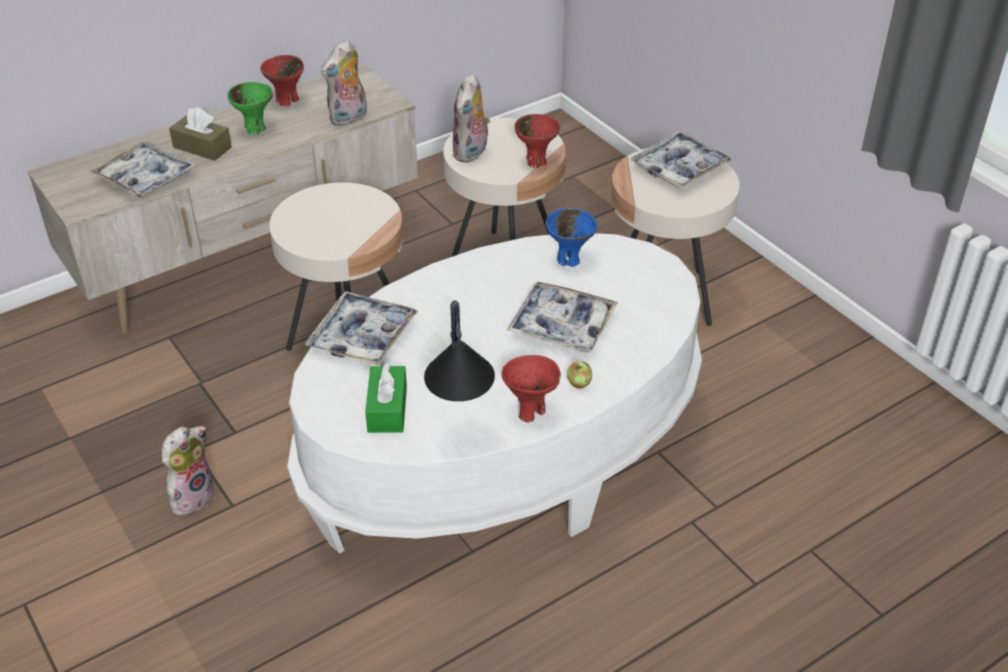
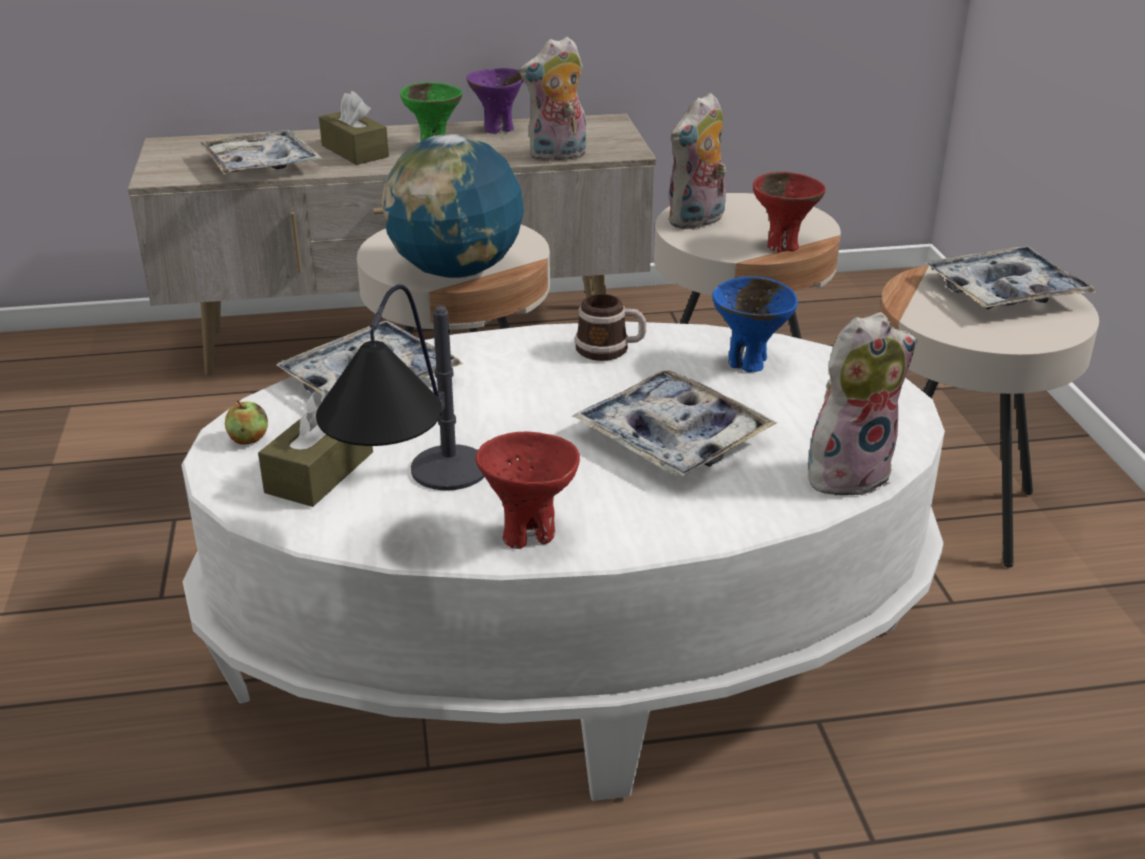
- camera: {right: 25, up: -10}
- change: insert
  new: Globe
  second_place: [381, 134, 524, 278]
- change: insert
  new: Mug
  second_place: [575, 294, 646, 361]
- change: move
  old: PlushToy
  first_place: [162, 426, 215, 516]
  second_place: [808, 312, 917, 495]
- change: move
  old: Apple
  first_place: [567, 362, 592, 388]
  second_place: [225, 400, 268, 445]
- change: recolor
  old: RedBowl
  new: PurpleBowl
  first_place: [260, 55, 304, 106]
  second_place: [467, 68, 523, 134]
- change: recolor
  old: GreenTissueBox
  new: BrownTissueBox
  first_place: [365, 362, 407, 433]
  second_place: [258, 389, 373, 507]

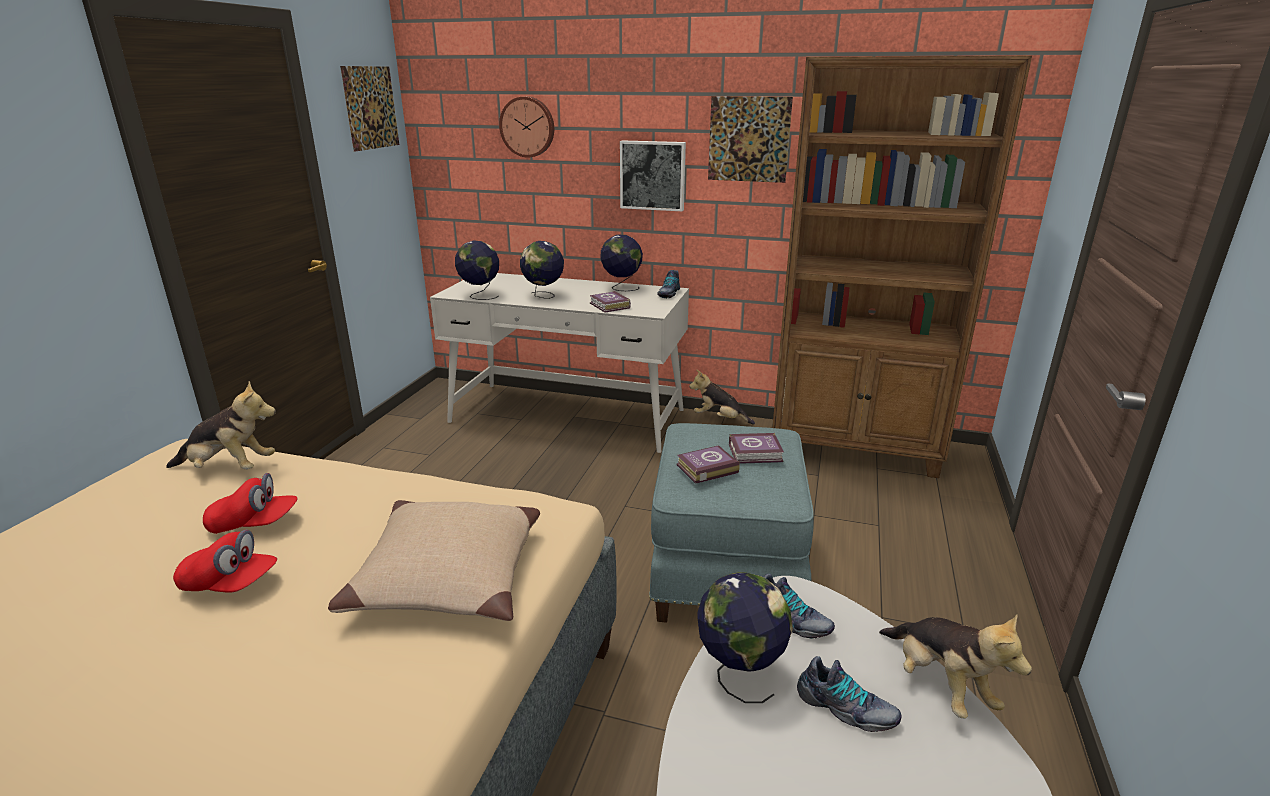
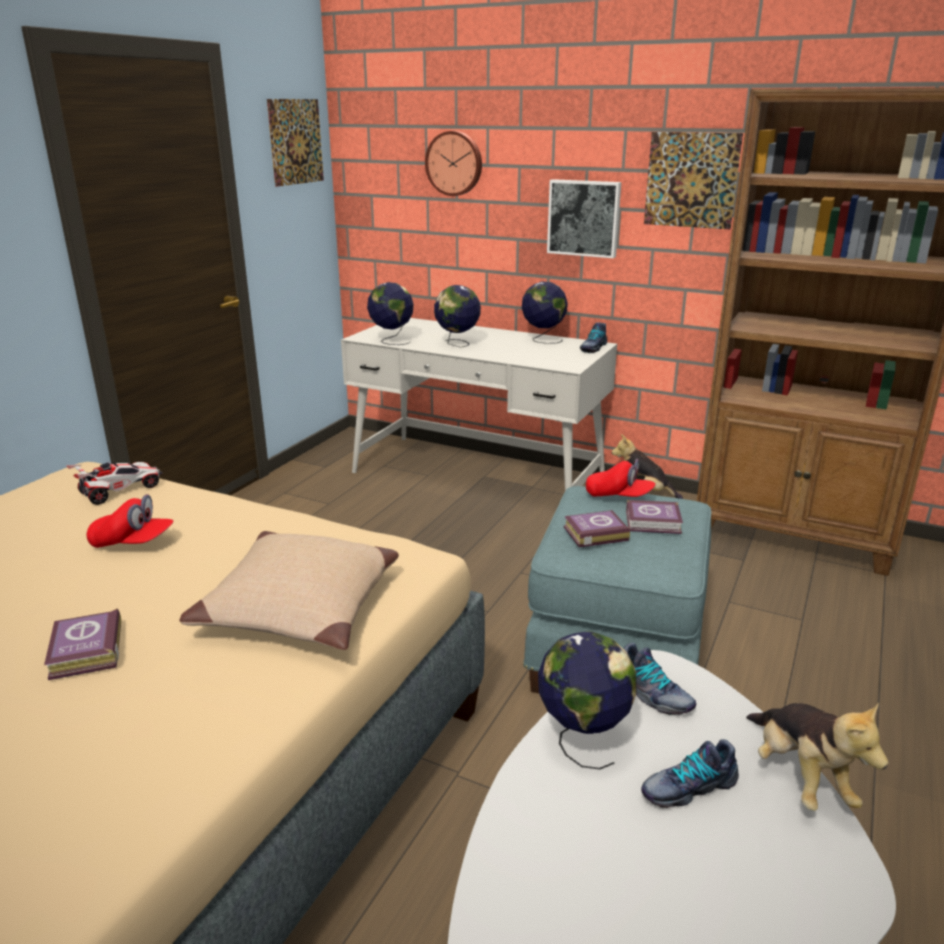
- camera: {right: 10, up: 0}
- change: move
  old: RedCap
  first_place: [173, 530, 277, 592]
  second_place: [586, 459, 655, 497]
- change: move
  old: Book
  first_place: [590, 291, 631, 312]
  second_place: [44, 608, 121, 680]
- change: replace
  old: PlushToy
  new: ToyCar
  first_place: [166, 381, 276, 469]
  second_place: [66, 462, 162, 505]
- change: rotate
  old: Shoe
  first_place: [797, 656, 902, 732]
  second_place: [641, 739, 739, 808]
  degrees: 120

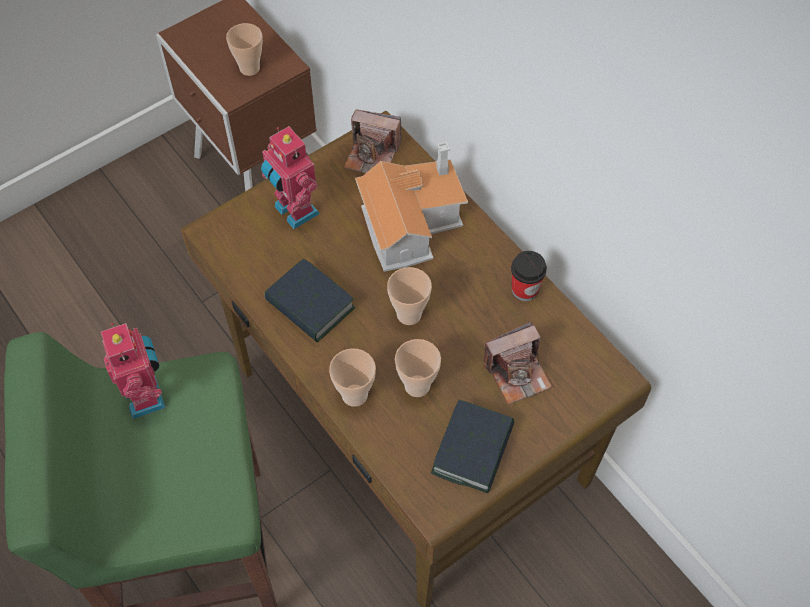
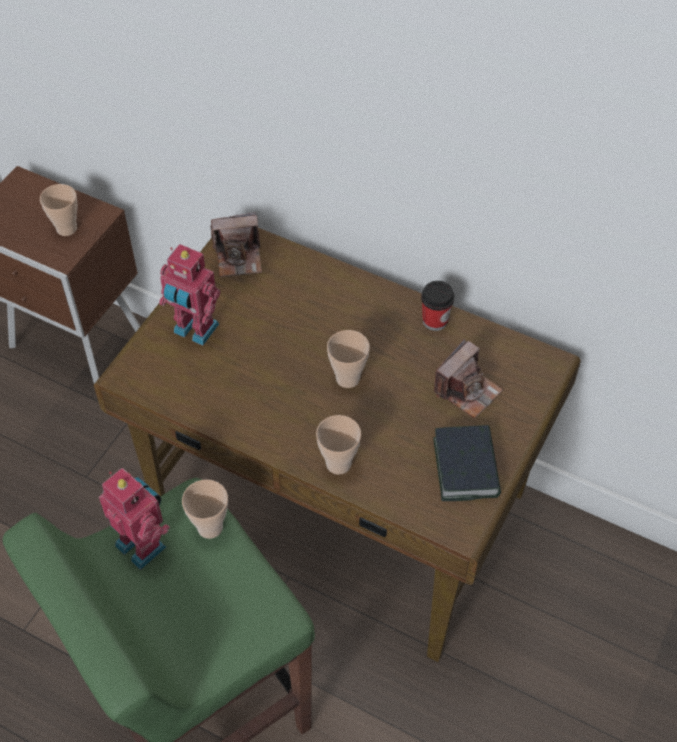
- camera: {right: -25, up: -5}
- change: delete
  old: Book
  first_place: [264, 259, 355, 342]
- change: delete
  old: ToyHouse
  first_place: [355, 142, 468, 272]
- change: move
  old: Cup
  first_place: [395, 339, 441, 397]
  second_place: [182, 480, 228, 539]

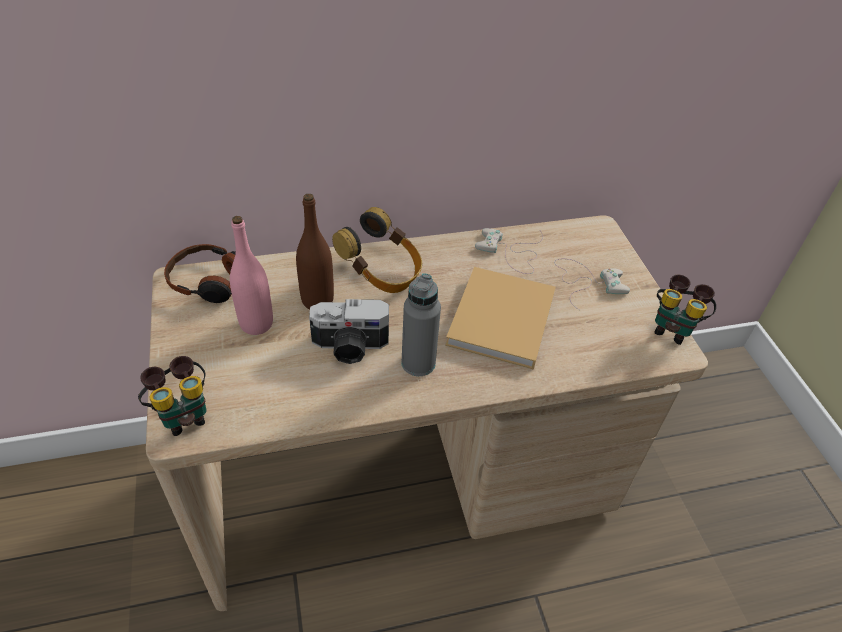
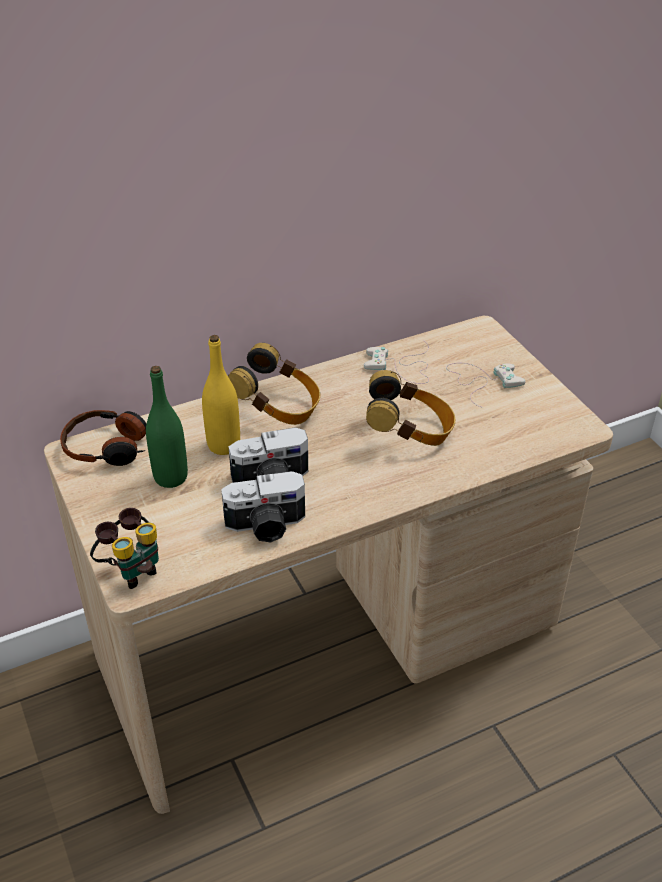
- camera: {right: -10, up: -5}
- change: delete
  old: GreyBottle
  first_place: [401, 273, 441, 376]
- change: delete
  old: Binoculars
  first_place: [654, 275, 716, 345]
- change: insert
  new: PhotoCamera
  second_place: [221, 471, 305, 542]
- change: replace
  old: BeigeBook
  new: Headphones
  first_place: [445, 267, 556, 370]
  second_place: [366, 370, 455, 446]
- change: recolor
  old: PinkBottle
  new: GreenBottle
  first_place: [230, 216, 273, 335]
  second_place: [146, 366, 188, 488]
- change: recolor
  old: BrownBottle
  new: YellowBottle
  first_place: [296, 194, 334, 310]
  second_place: [202, 335, 240, 455]

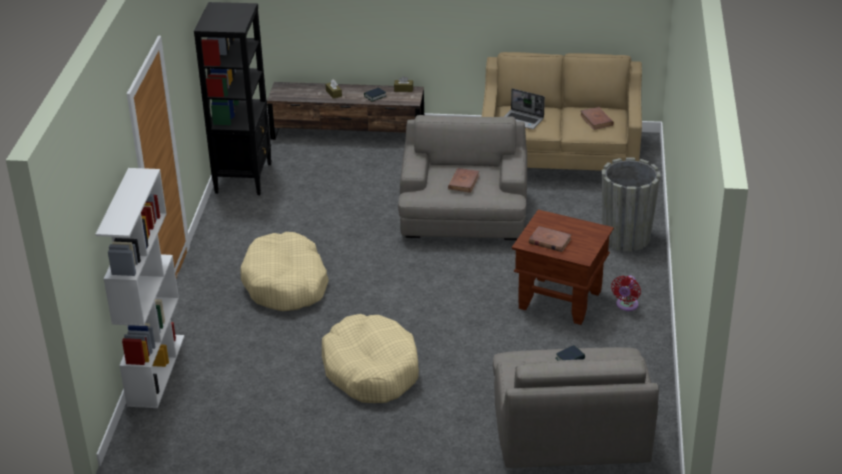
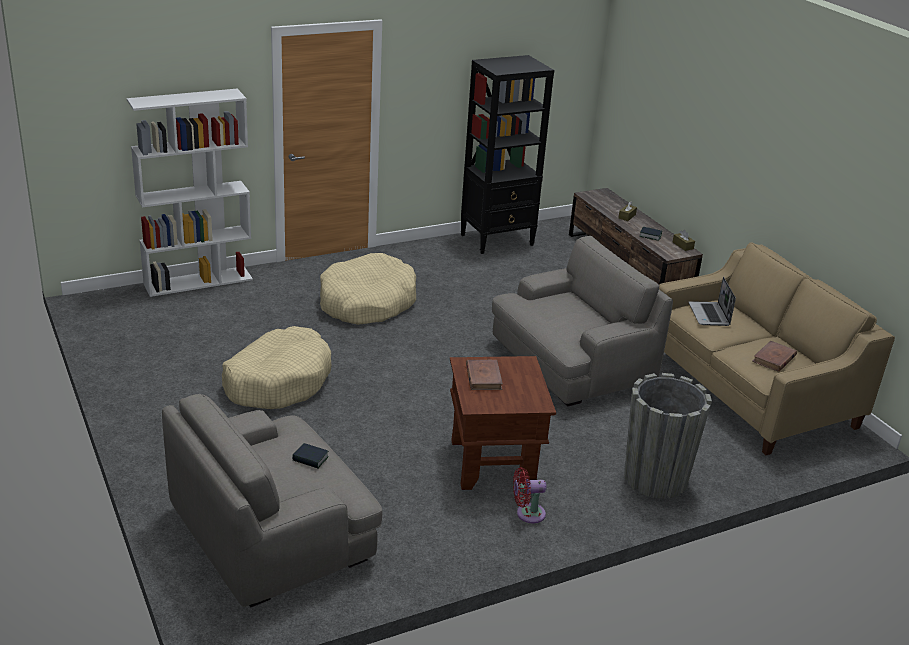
- camera: {right: 55, up: -5}
- change: delete
  old: BrownBook
  first_place: [448, 168, 480, 193]

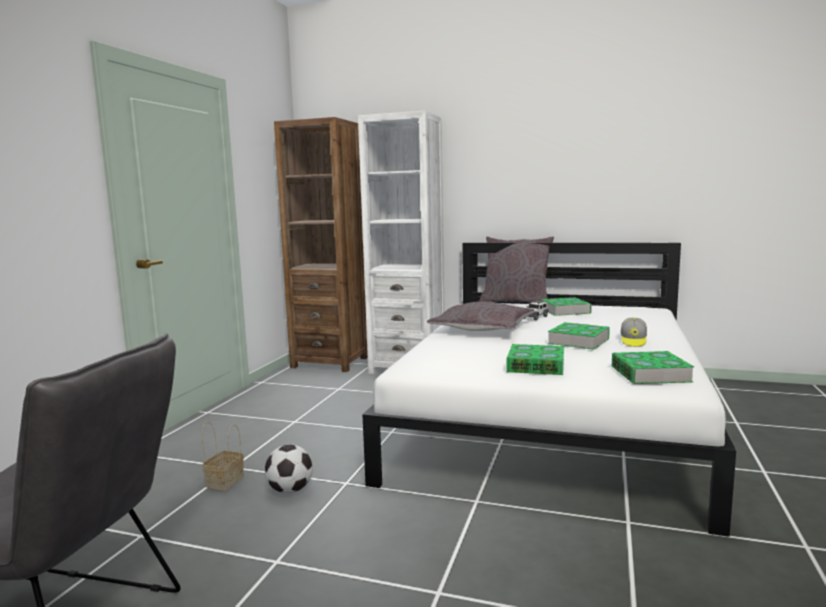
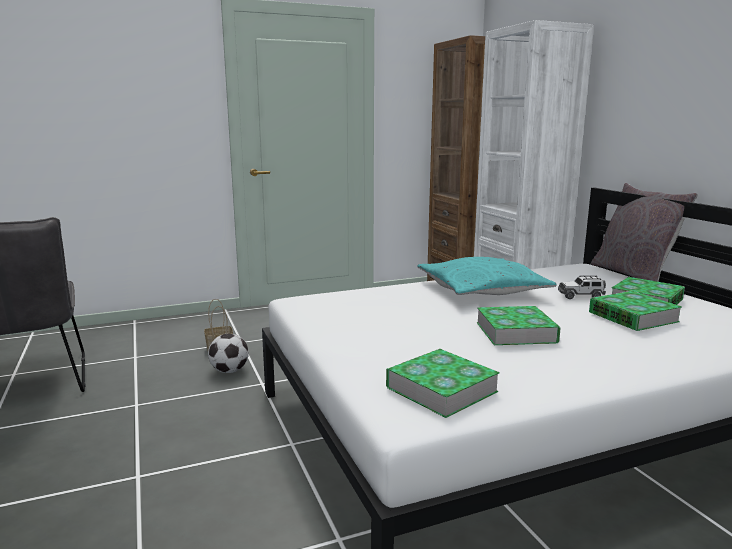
- camera: {right: 50, up: 5}
- change: delete
  old: Cap
  first_place: [621, 318, 647, 347]
- change: move
  old: Book
  first_place: [506, 344, 564, 375]
  second_place: [589, 291, 682, 331]
- change: recolor
  old: GreyPillow
  new: TurquoisePillow
  first_place: [427, 301, 534, 331]
  second_place: [418, 257, 557, 295]

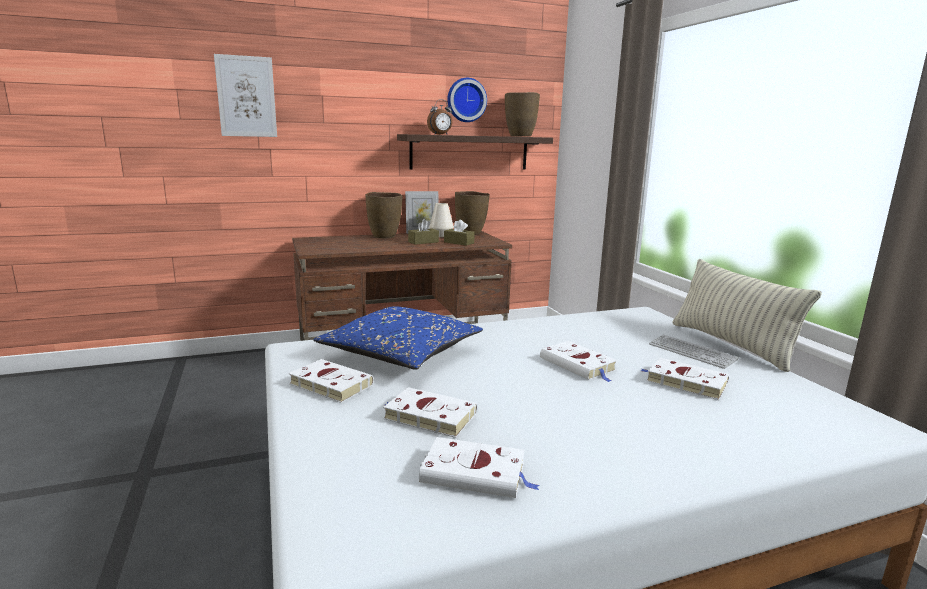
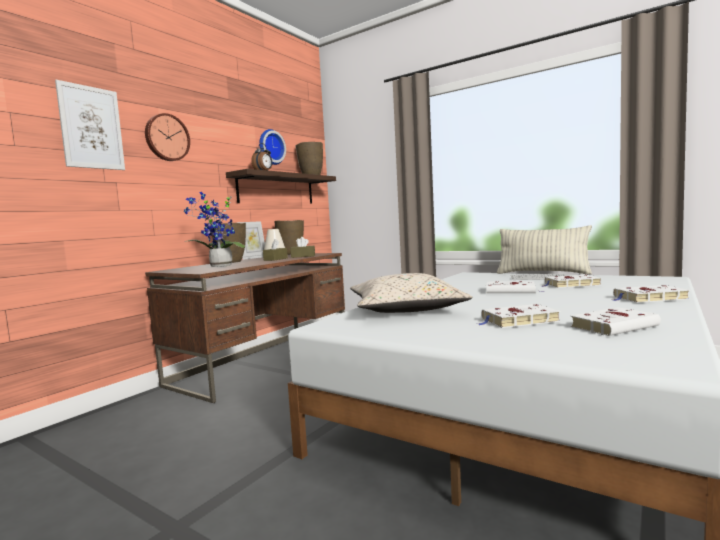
- camera: {right: -35, up: -10}
- change: insert
  new: WallClock
  second_place: [145, 113, 190, 161]
- change: insert
  new: PottedPlant
  second_place: [184, 192, 245, 267]
- change: move
  old: WhiteBook
  first_place: [288, 359, 374, 403]
  second_place: [613, 285, 690, 303]
- change: recolor
  old: BluePillow
  new: BeigePillow
  first_place: [313, 306, 483, 370]
  second_place: [350, 273, 472, 313]

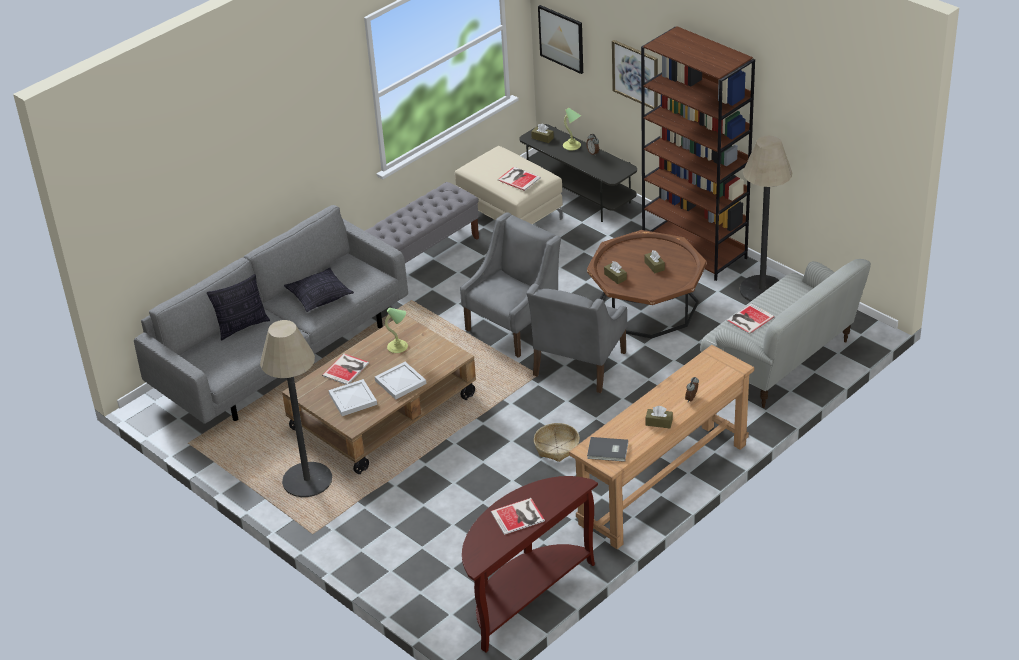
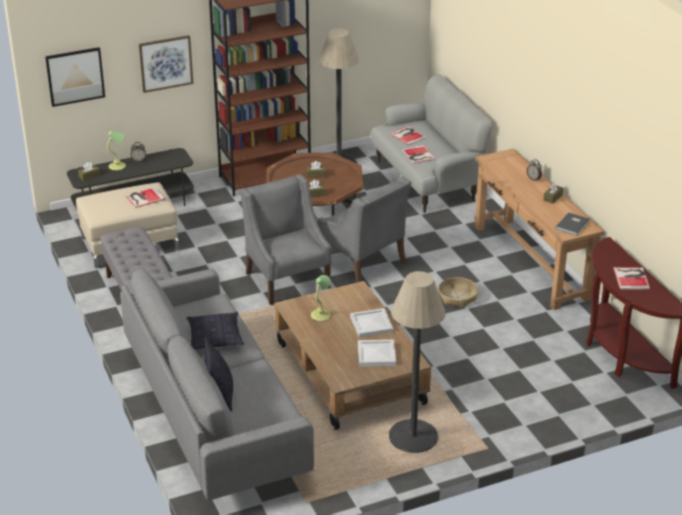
- camera: {right: -70, up: -5}
- change: move
  old: Book
  first_place: [322, 353, 369, 385]
  second_place: [389, 126, 427, 145]

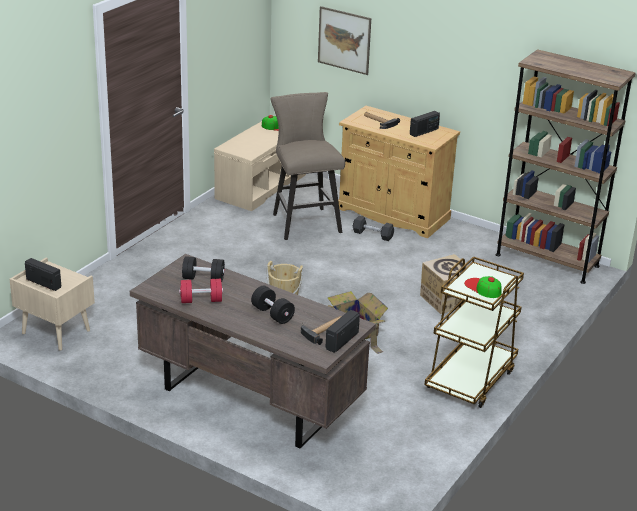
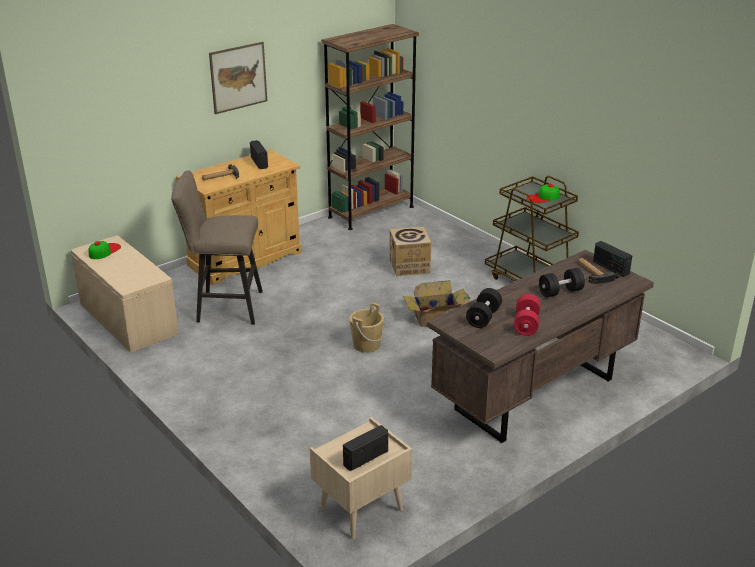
- camera: {right: -70, up: 0}
- change: delete
  old: GreyDumbbell
  first_place: [353, 216, 394, 241]
- change: move
  old: Picture
  first_place: [318, 6, 371, 75]
  second_place: [209, 42, 267, 114]

